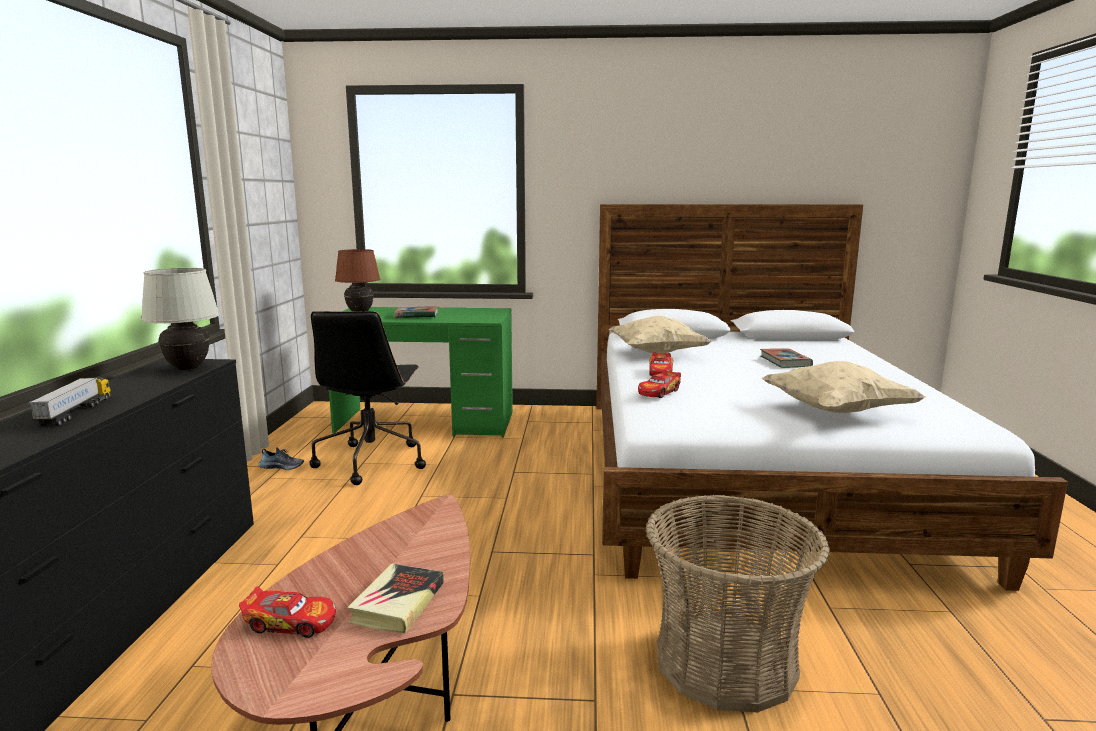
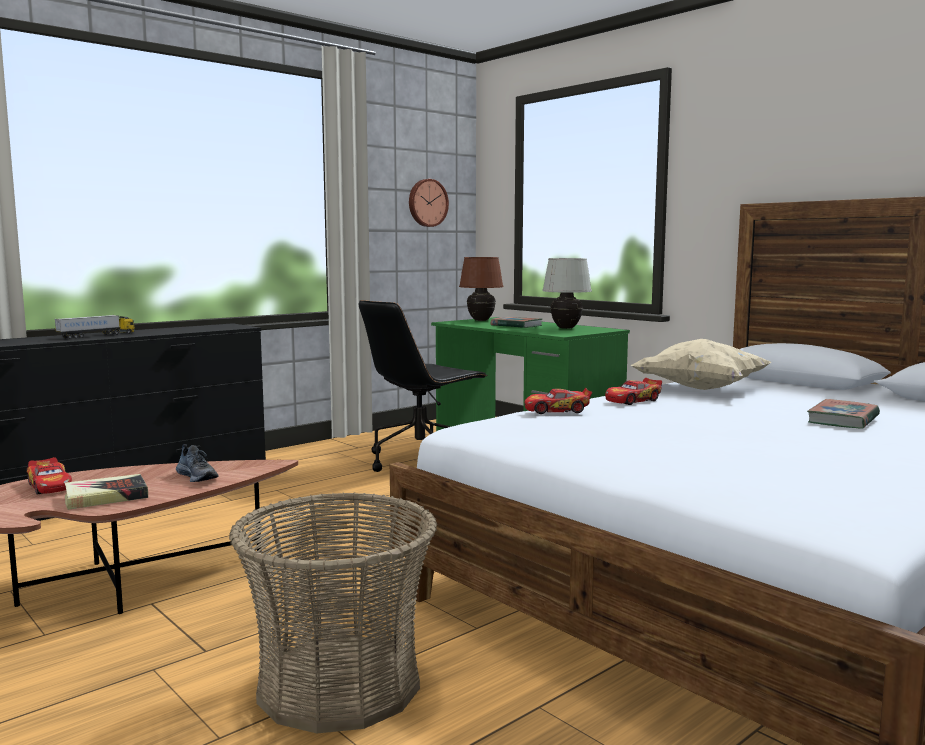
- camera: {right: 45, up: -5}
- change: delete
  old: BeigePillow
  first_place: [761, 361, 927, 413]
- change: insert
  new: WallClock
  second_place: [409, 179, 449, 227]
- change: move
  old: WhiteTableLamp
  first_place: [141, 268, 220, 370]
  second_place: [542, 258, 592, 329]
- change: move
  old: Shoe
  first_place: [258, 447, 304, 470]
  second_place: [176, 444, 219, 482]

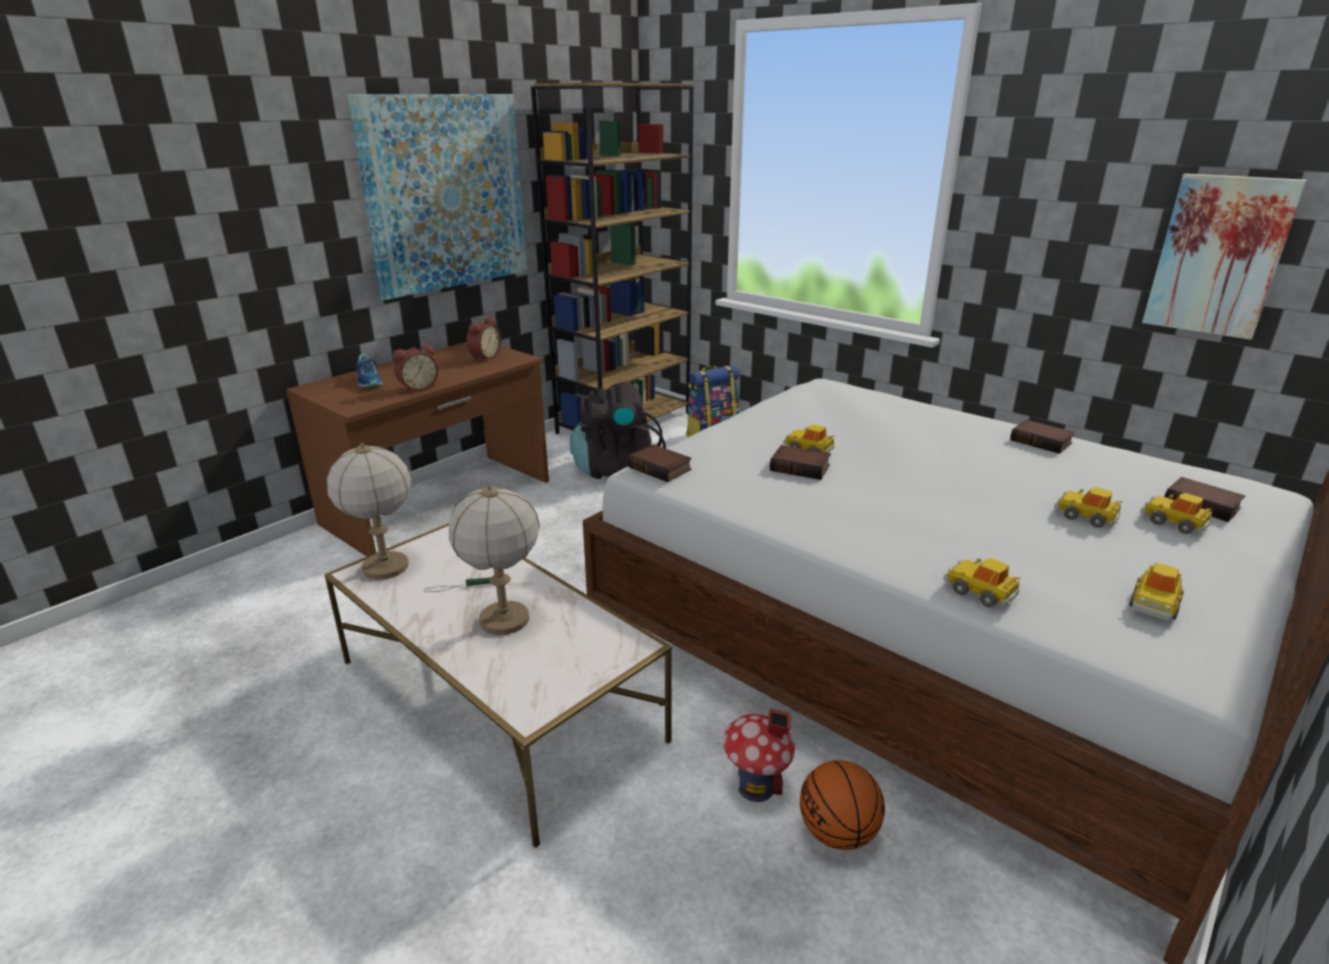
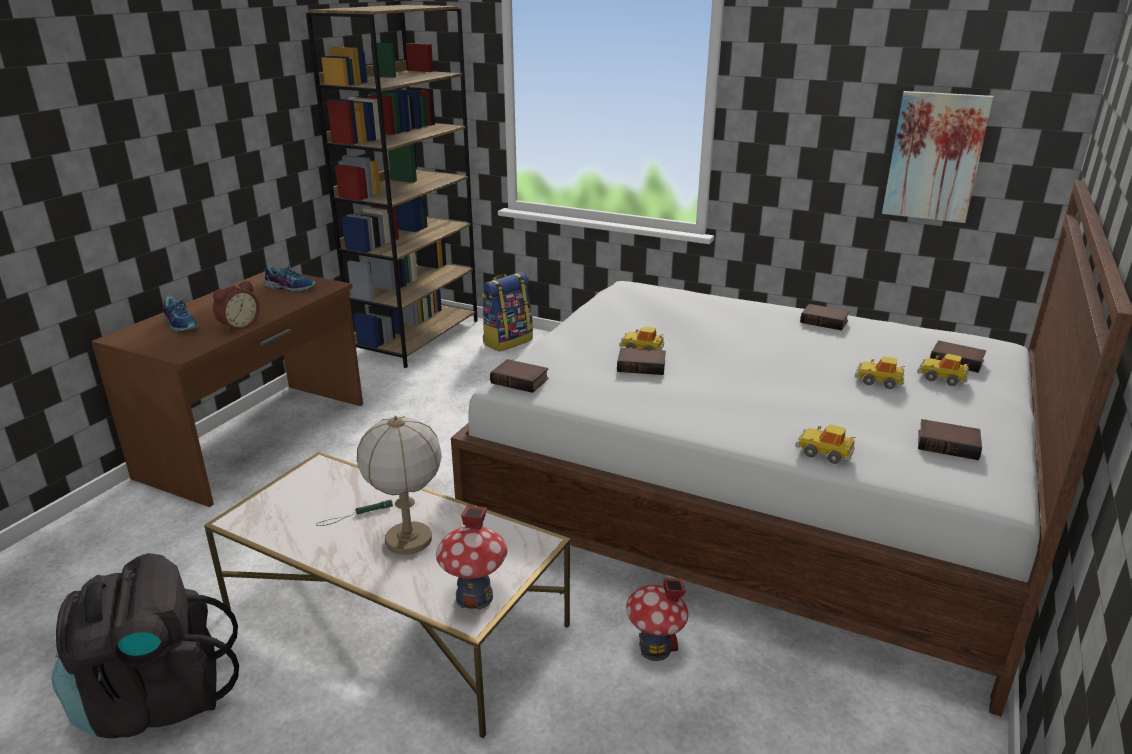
- camera: {right: -15, up: 0}
- change: delete
  old: TableLamp
  first_place: [326, 443, 411, 580]
- change: delete
  old: Picture
  first_place: [347, 94, 527, 300]
- change: delete
  old: Basketball
  first_place: [800, 760, 885, 850]
- change: insert
  new: ToyHouse
  second_place: [436, 506, 508, 610]
- change: move
  old: BlackBackpack
  first_place: [569, 382, 666, 479]
  second_place: [51, 553, 239, 738]
- change: replace
  old: AlarmClock
  new: Shoe
  first_place: [467, 316, 502, 362]
  second_place: [264, 263, 316, 292]
- change: replace
  old: ToyCar
  new: Book
  first_place: [1129, 563, 1184, 621]
  second_place: [918, 419, 982, 460]

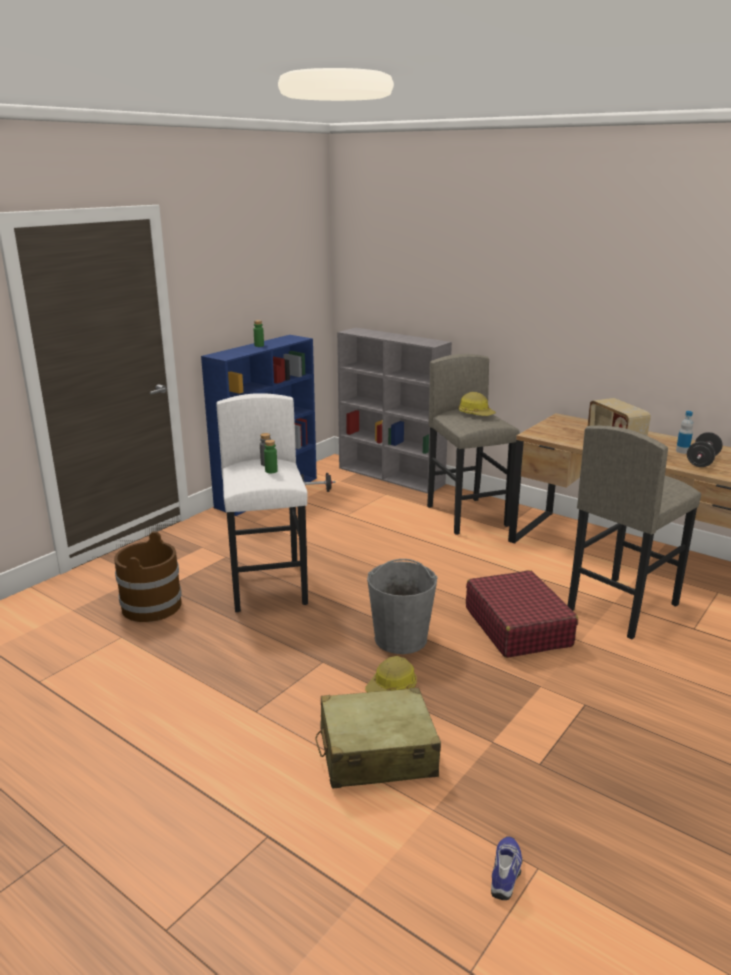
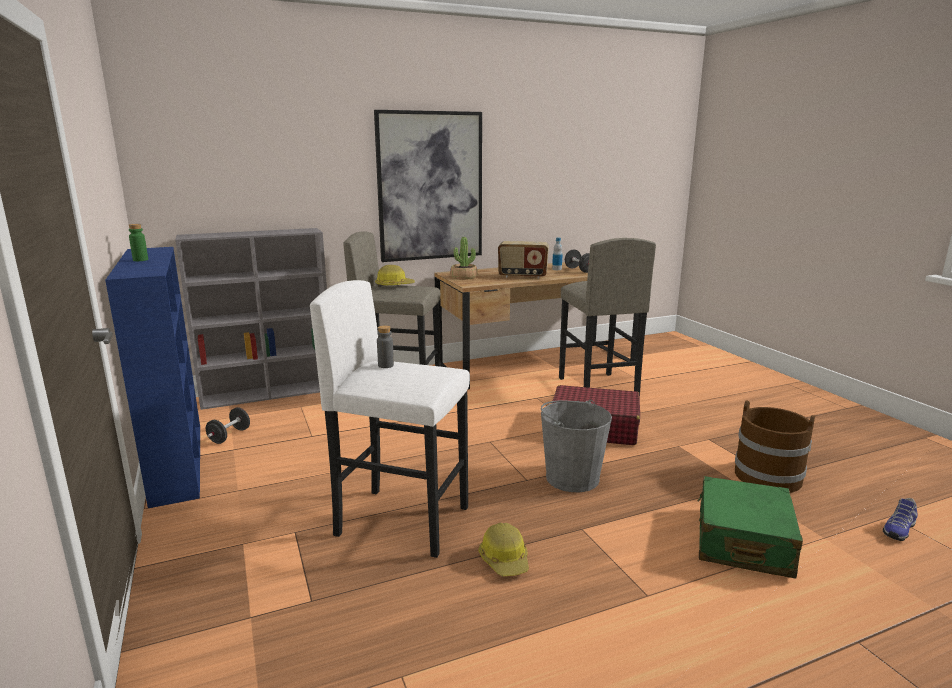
- camera: {right: -60, up: -5}
- change: delete
  old: GreenBottle
  first_place: [264, 439, 278, 473]
- change: insert
  new: Picture
  second_place: [374, 110, 482, 262]
- change: insert
  new: PottedPlant
  second_place: [450, 237, 477, 280]
- change: move
  old: BrownBucket
  first_place: [114, 531, 182, 622]
  second_place: [735, 400, 815, 493]
- change: move
  old: HardHat
  first_place: [365, 656, 417, 692]
  second_place: [478, 523, 529, 576]
- change: recolor
  old: BeigeSuitcase
  new: GreenSuitcase
  first_place: [315, 688, 441, 789]
  second_place: [698, 476, 803, 578]
- change: rotate
  old: Shoe
  first_place: [491, 836, 522, 900]
  second_place: [883, 498, 918, 541]
  degrees: -90

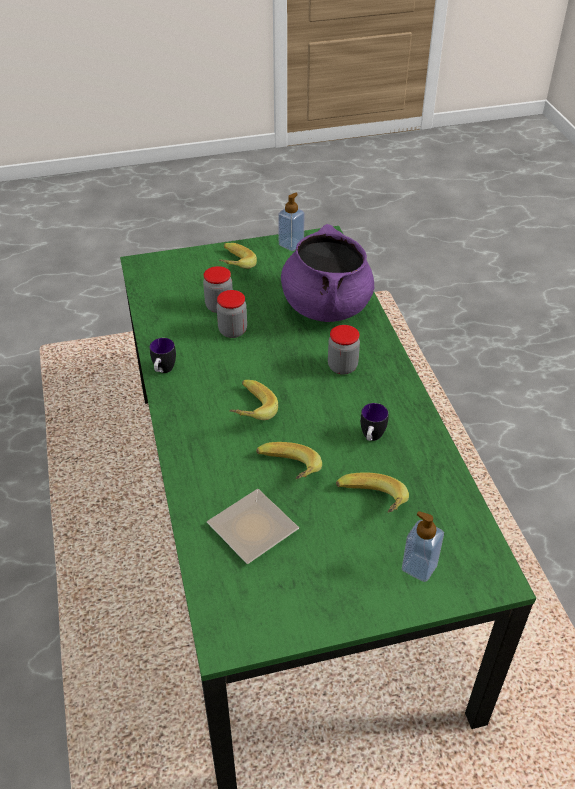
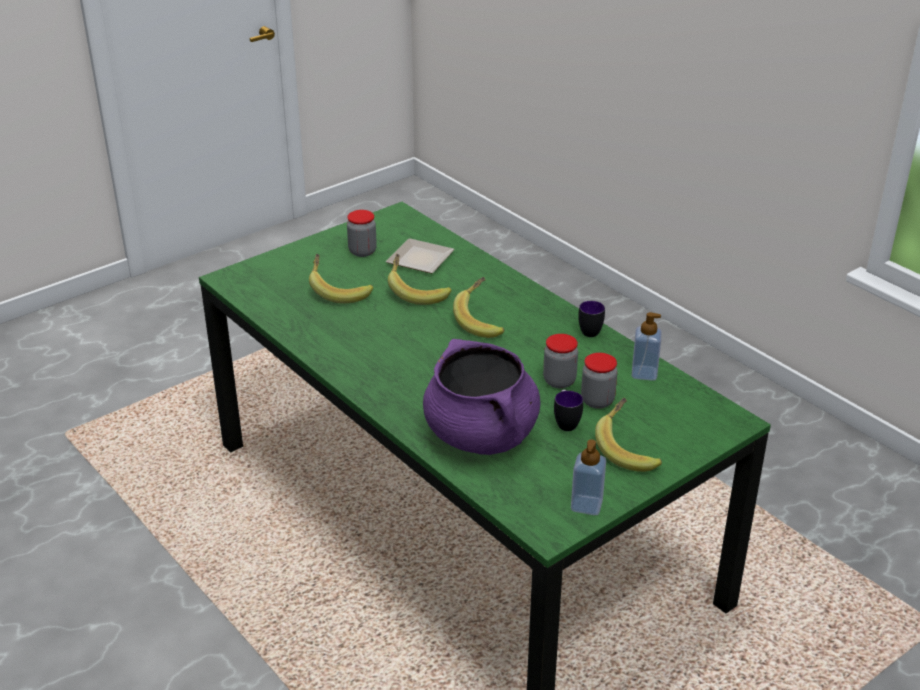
- camera: {right: 155, up: -10}
- change: move
  old: Jar
  first_place: [328, 325, 360, 375]
  second_place: [347, 210, 377, 257]
- change: move
  old: Mug
  first_place: [360, 403, 389, 441]
  second_place: [554, 390, 583, 431]
- change: move
  old: SoapDispenser
  first_place: [402, 511, 444, 582]
  second_place: [632, 312, 662, 381]

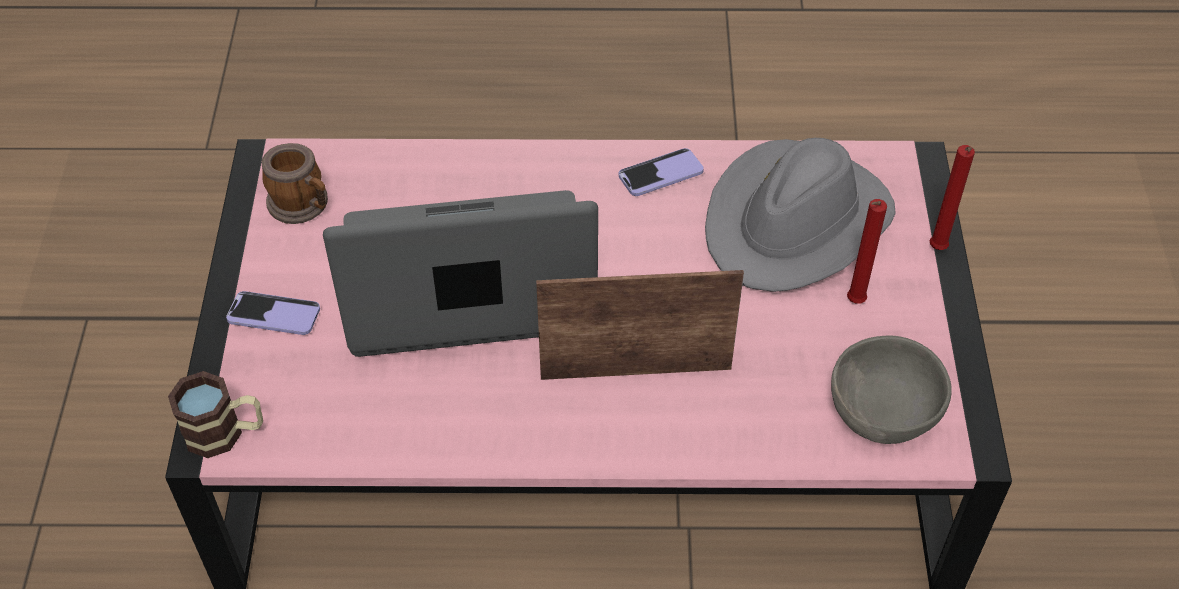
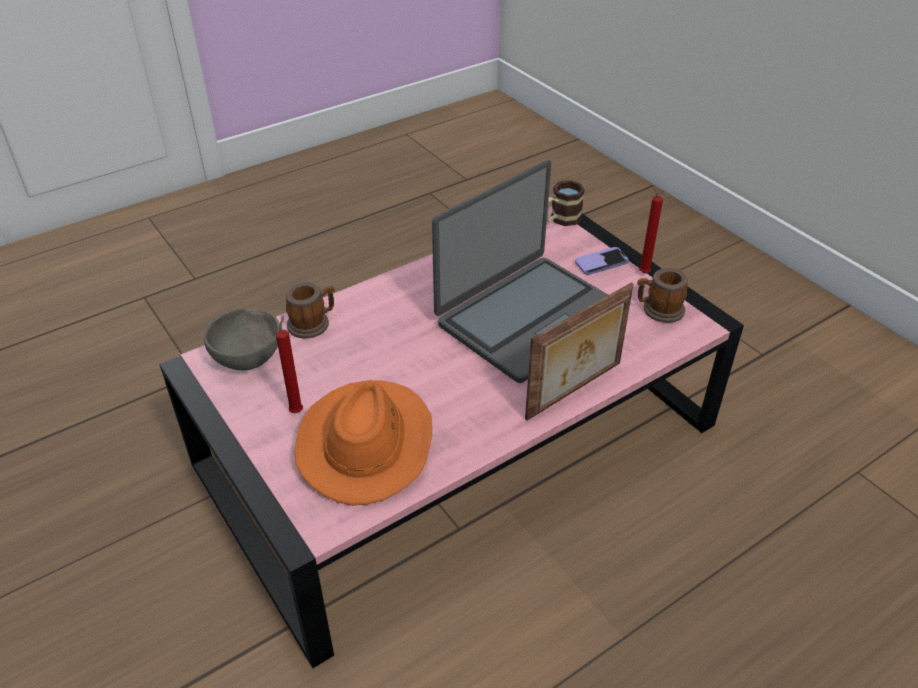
- camera: {right: 145, up: -10}
- change: delete
  old: Phone
  first_place: [619, 148, 704, 196]
- change: insert
  new: Mug
  second_place: [286, 282, 335, 338]
- change: move
  old: PictureFrame
  first_place: [536, 270, 744, 380]
  second_place: [525, 283, 633, 421]
- change: move
  old: RedCandle
  first_place: [930, 145, 975, 250]
  second_place: [639, 184, 663, 273]
- change: recolor
  old: GreyHat
  new: OrangeHat
  first_place: [705, 138, 896, 292]
  second_place: [295, 380, 432, 506]

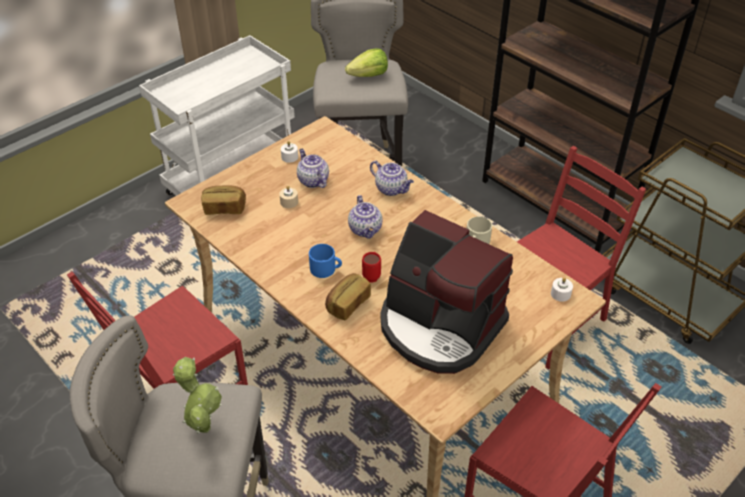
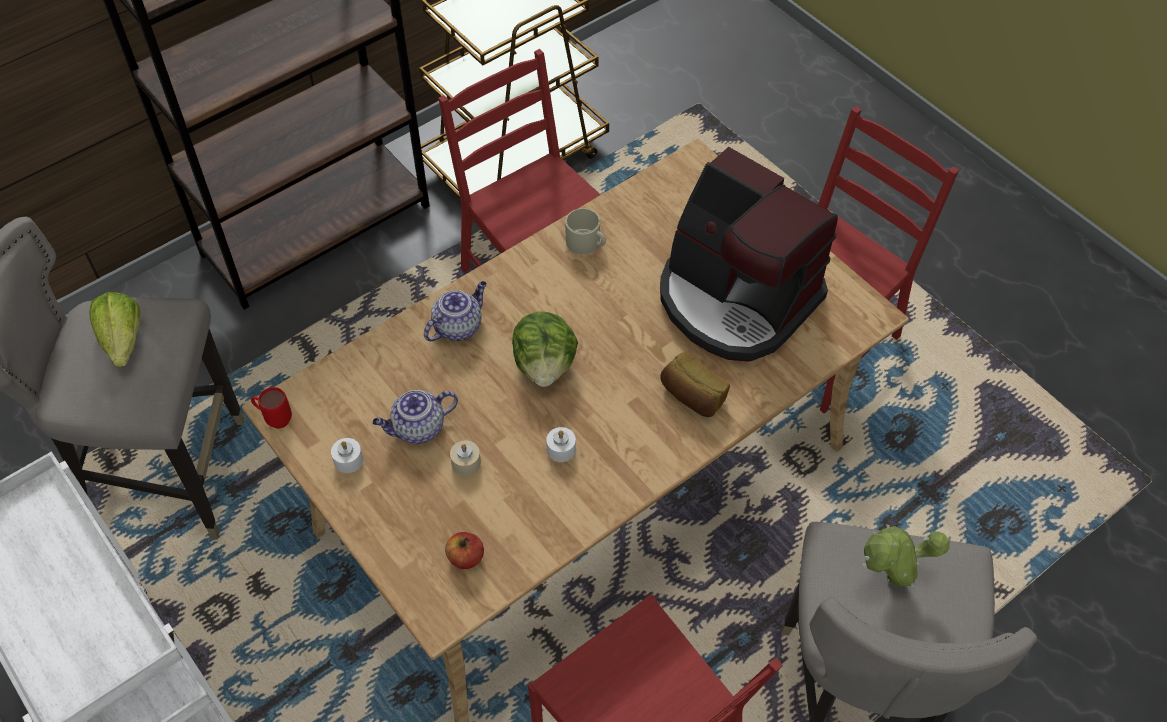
- camera: {right: -85, up: 10}
- change: delete
  old: BlueMug
  first_place: [309, 244, 342, 278]
- change: move
  old: RedMug
  first_place: [362, 252, 381, 282]
  second_place: [251, 387, 292, 429]
- change: move
  old: WhiteCandle
  first_place: [551, 277, 573, 302]
  second_place: [546, 427, 576, 462]
- change: replace
  old: Bread
  new: Apple
  first_place: [201, 185, 246, 215]
  second_place: [445, 532, 484, 569]
- change: replace
  old: Teapot
  new: Lettuce
  first_place: [348, 195, 383, 239]
  second_place: [512, 311, 578, 387]
- change: rotate
  old: CoffeeMachine
  first_place: [381, 210, 513, 374]
  second_place: [660, 147, 838, 362]
  degrees: 90

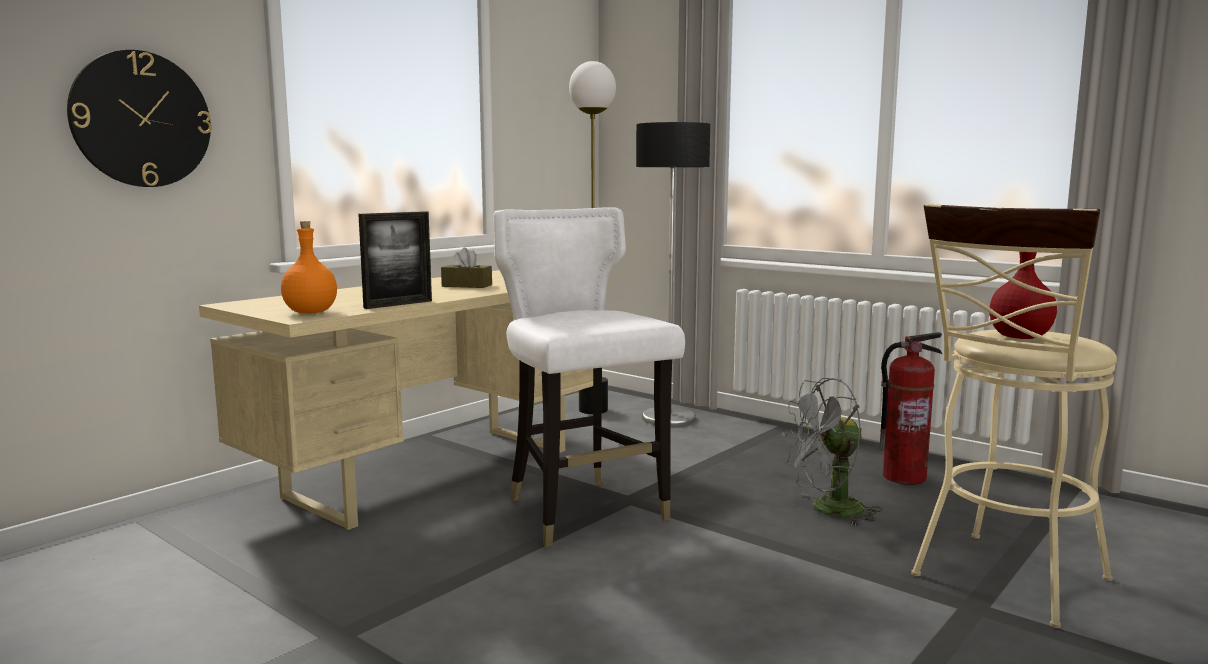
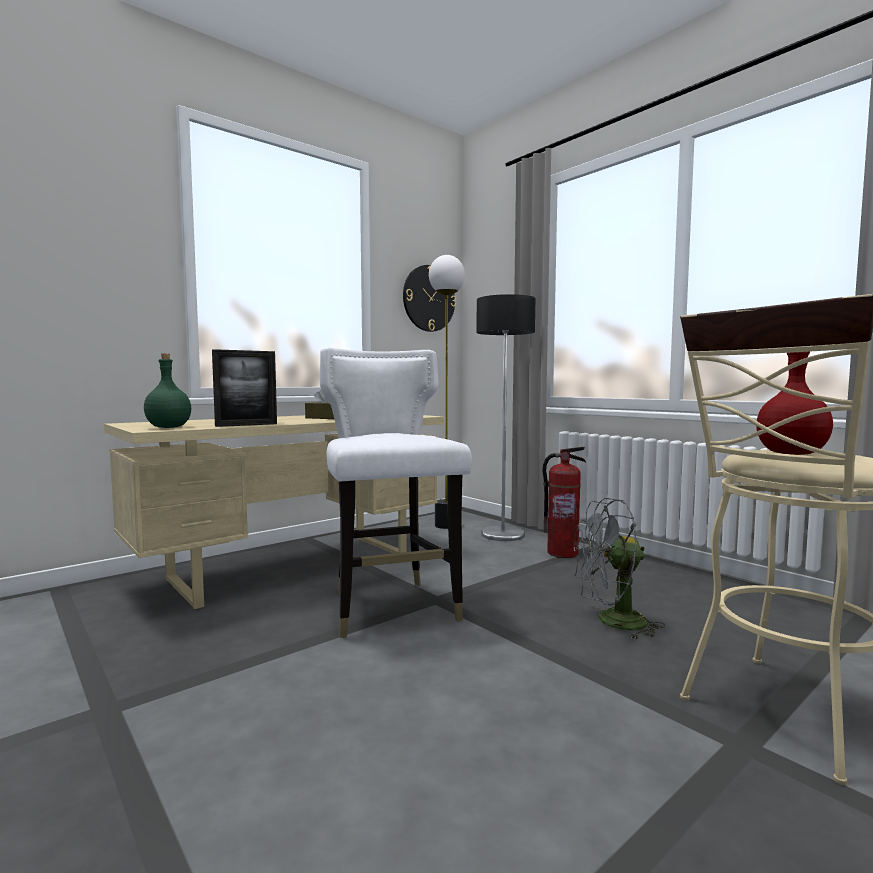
- camera: {right: 10, up: -5}
- change: move
  old: WallClock
  first_place: [67, 50, 212, 187]
  second_place: [403, 265, 456, 332]
- change: move
  old: FireExtinguisher
  first_place: [879, 332, 942, 485]
  second_place: [542, 447, 586, 558]
- change: recolor
  old: OrangeBottle
  new: GreenBottle
  first_place: [281, 221, 337, 314]
  second_place: [144, 354, 191, 428]

